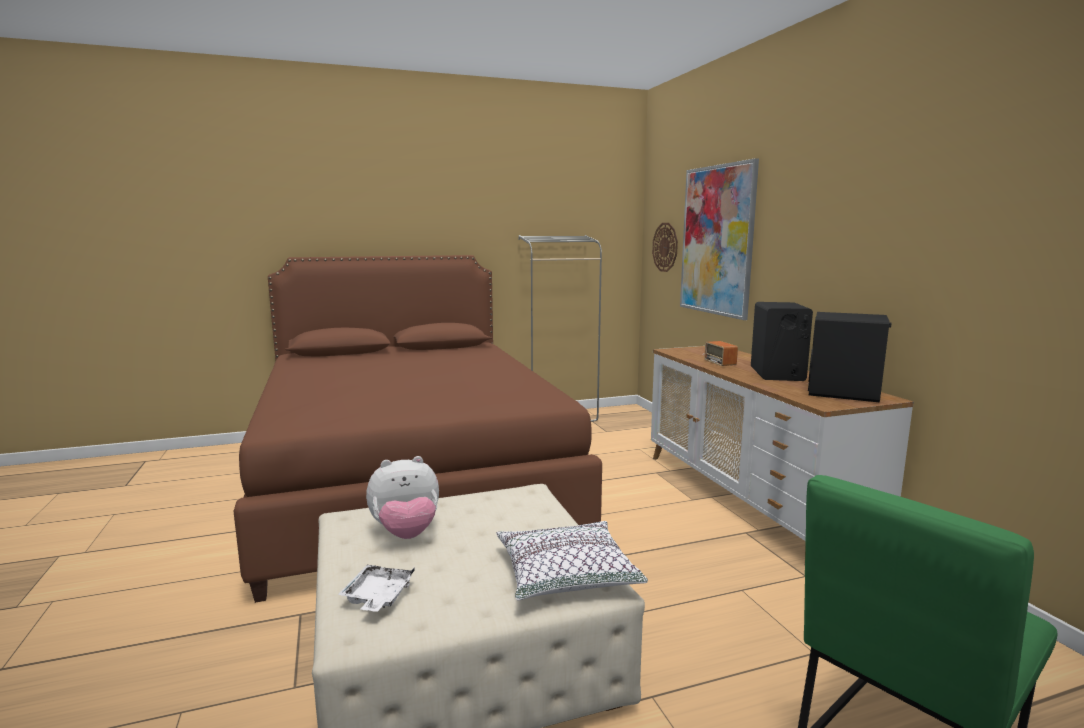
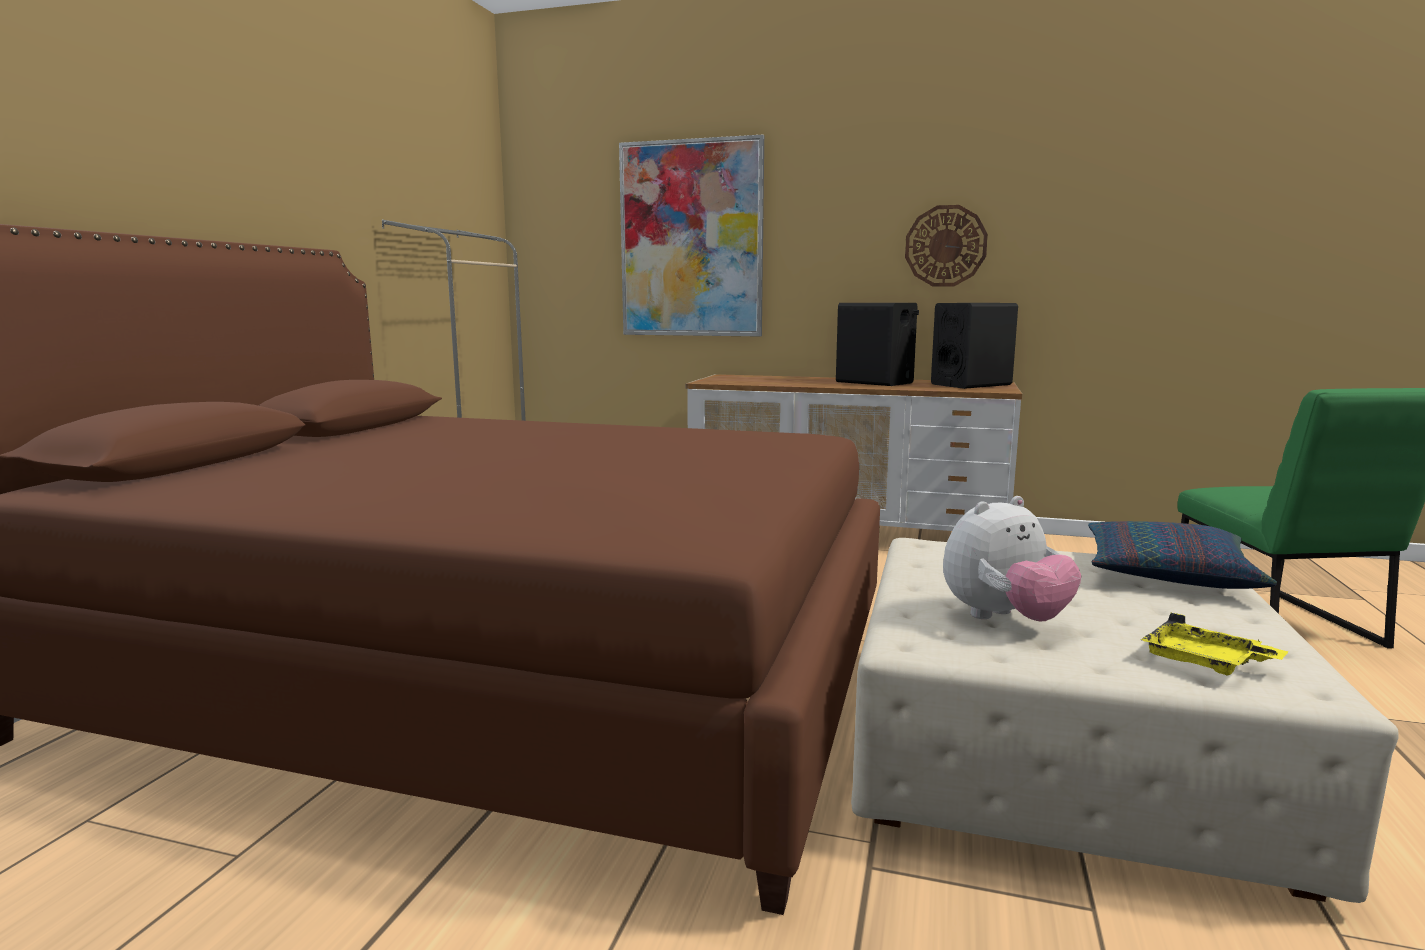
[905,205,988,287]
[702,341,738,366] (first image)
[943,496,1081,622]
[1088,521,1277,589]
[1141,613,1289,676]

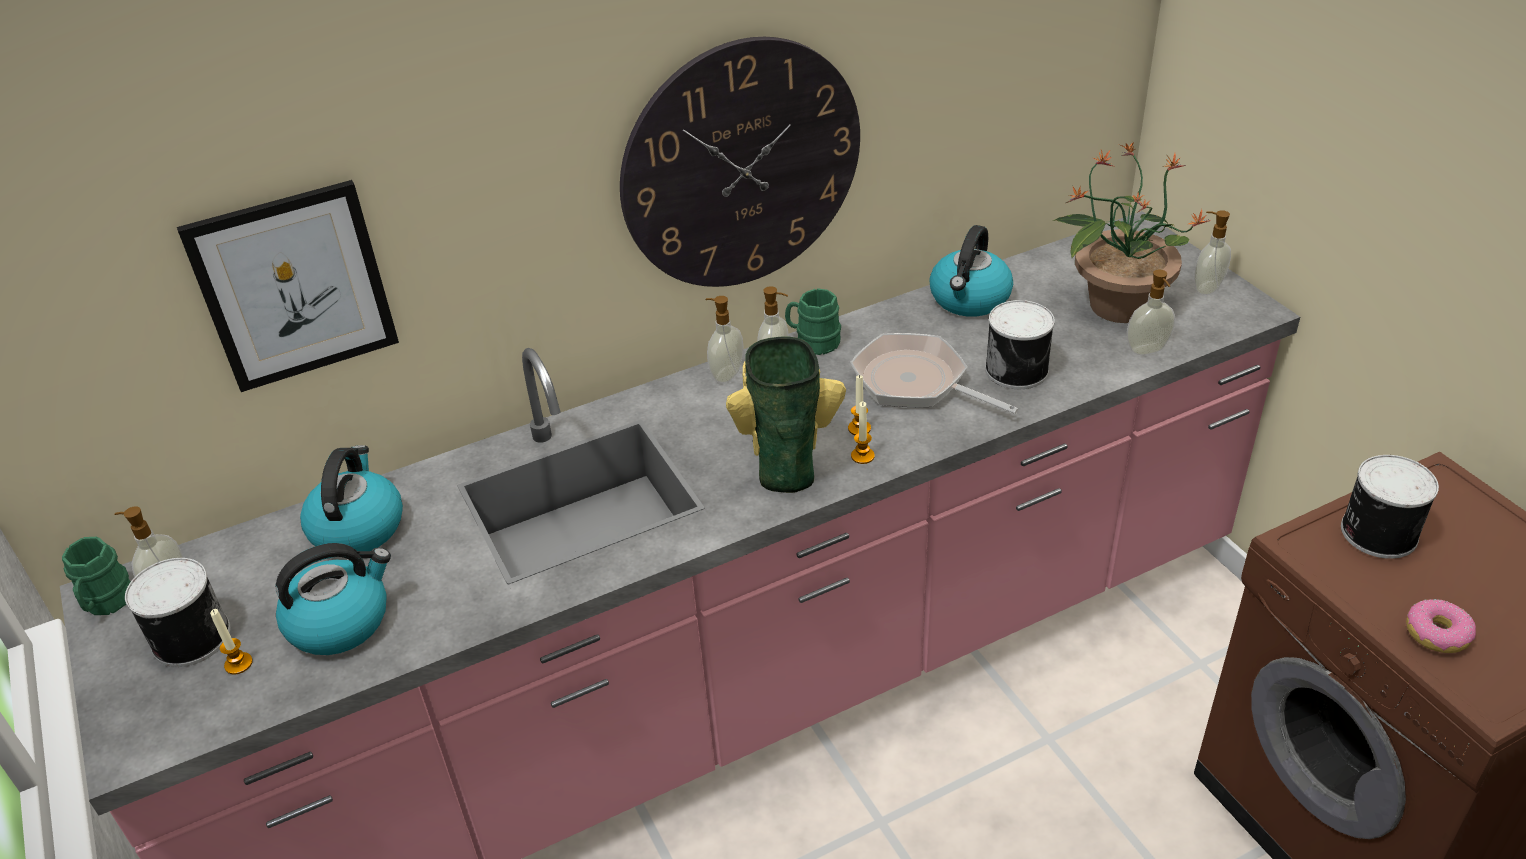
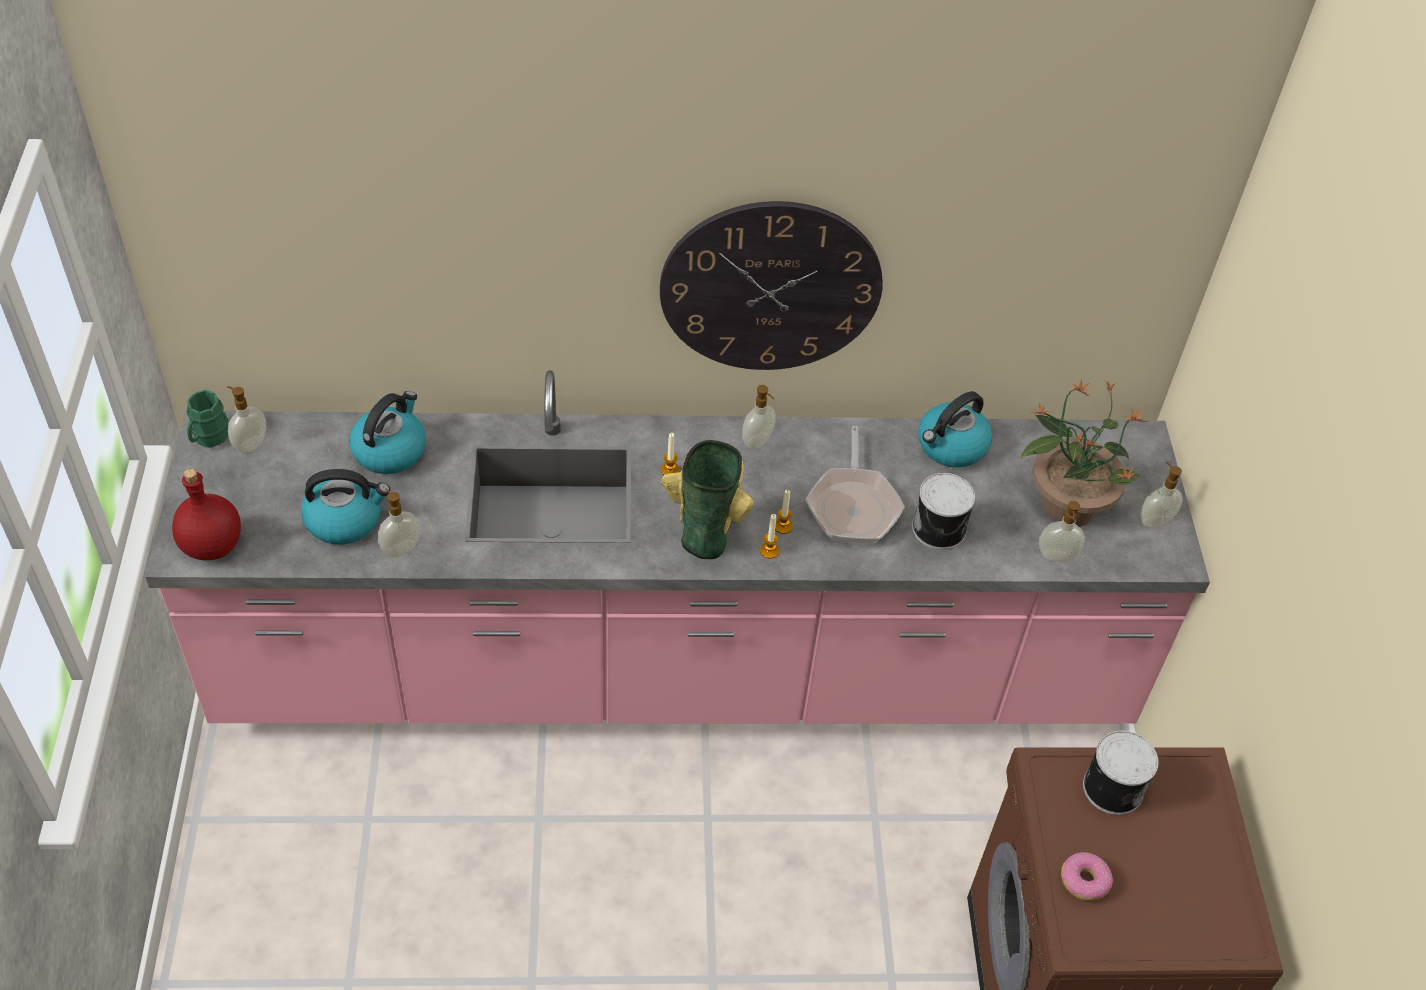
[177,180,399,392] (first image)
[785,288,841,355] (first image)
[378,488,421,557]
[805,426,905,543]
[125,558,230,667] (first image)
[661,433,680,475]
[172,468,241,560]

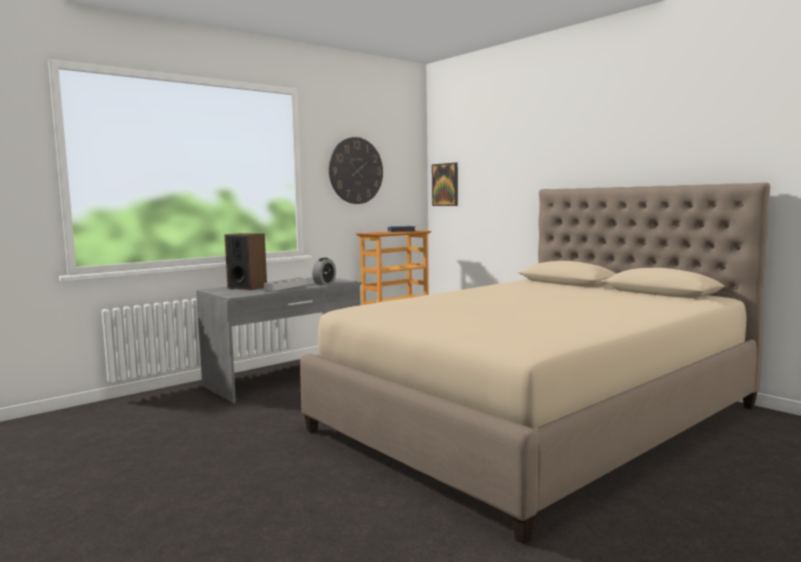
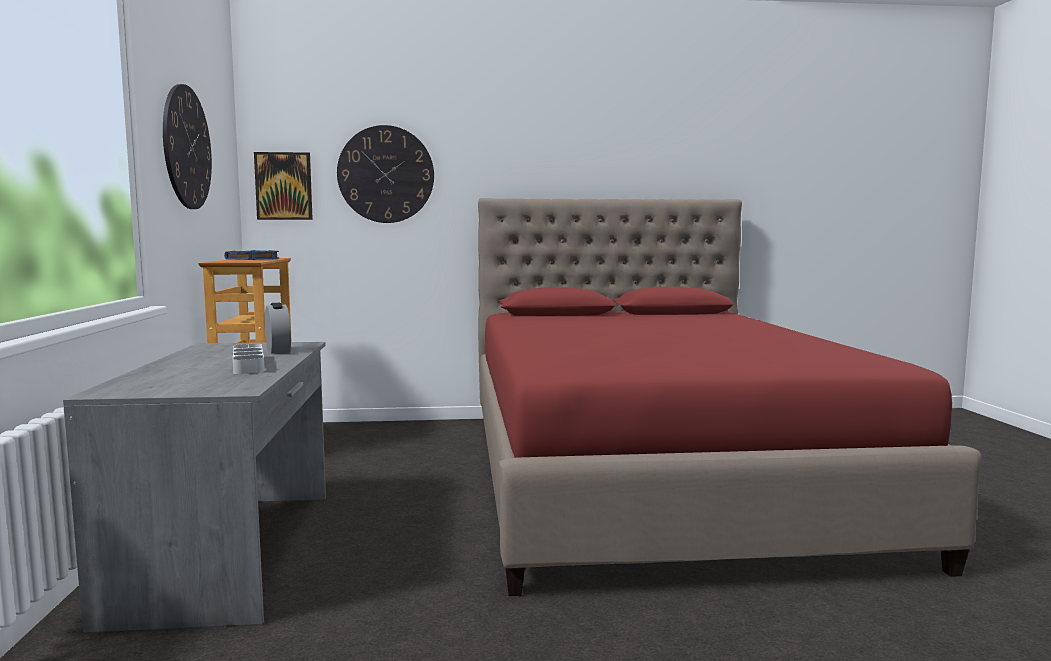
[478,198,982,596]
[225,233,267,290] (first image)
[337,125,434,223]

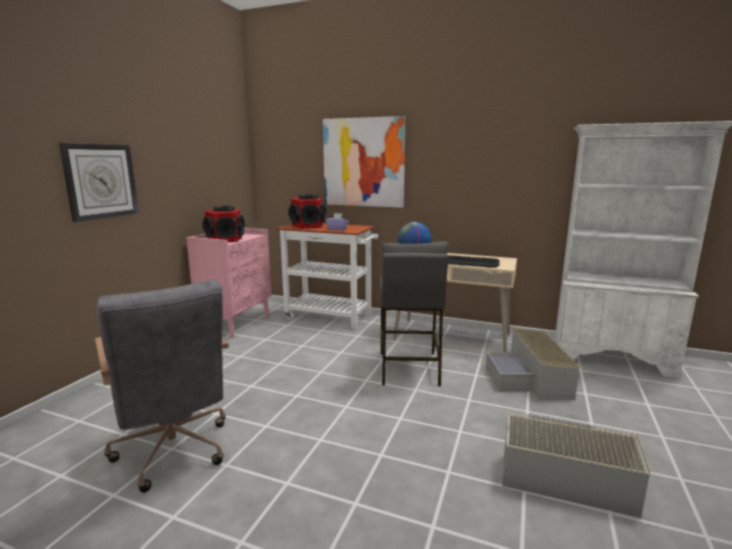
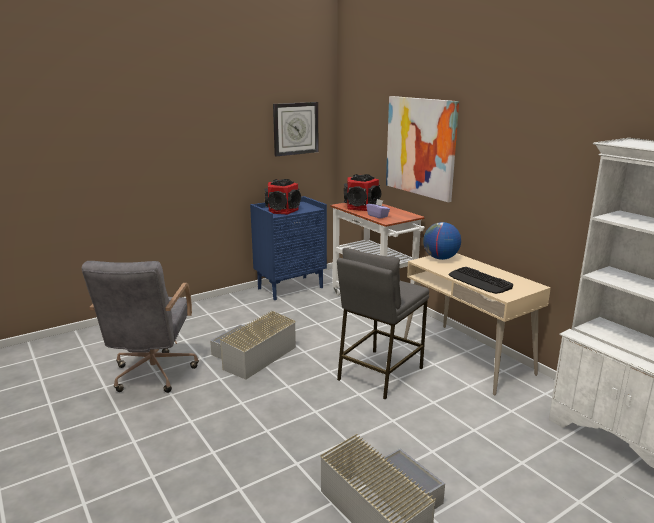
[273,102,318,157]
[250,196,327,300]
[210,310,296,380]

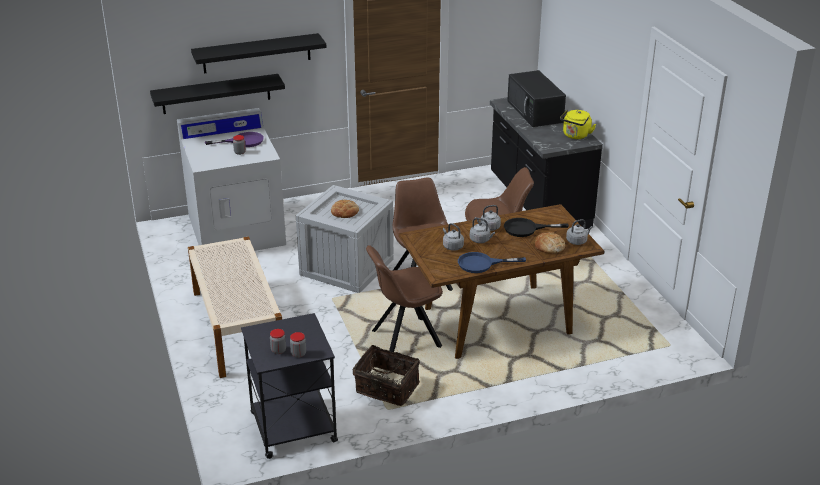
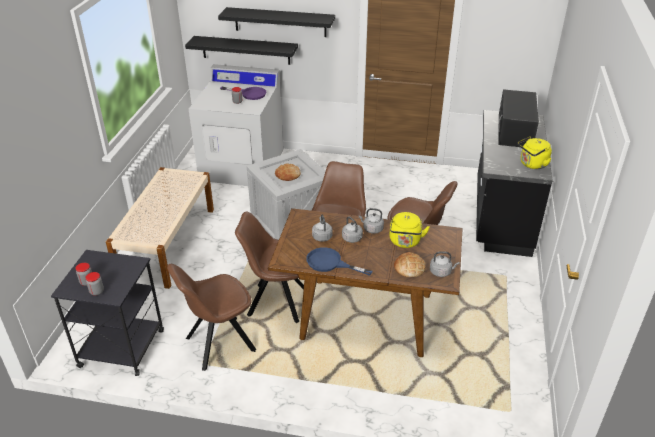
[389,212,430,248]
[167,264,256,371]

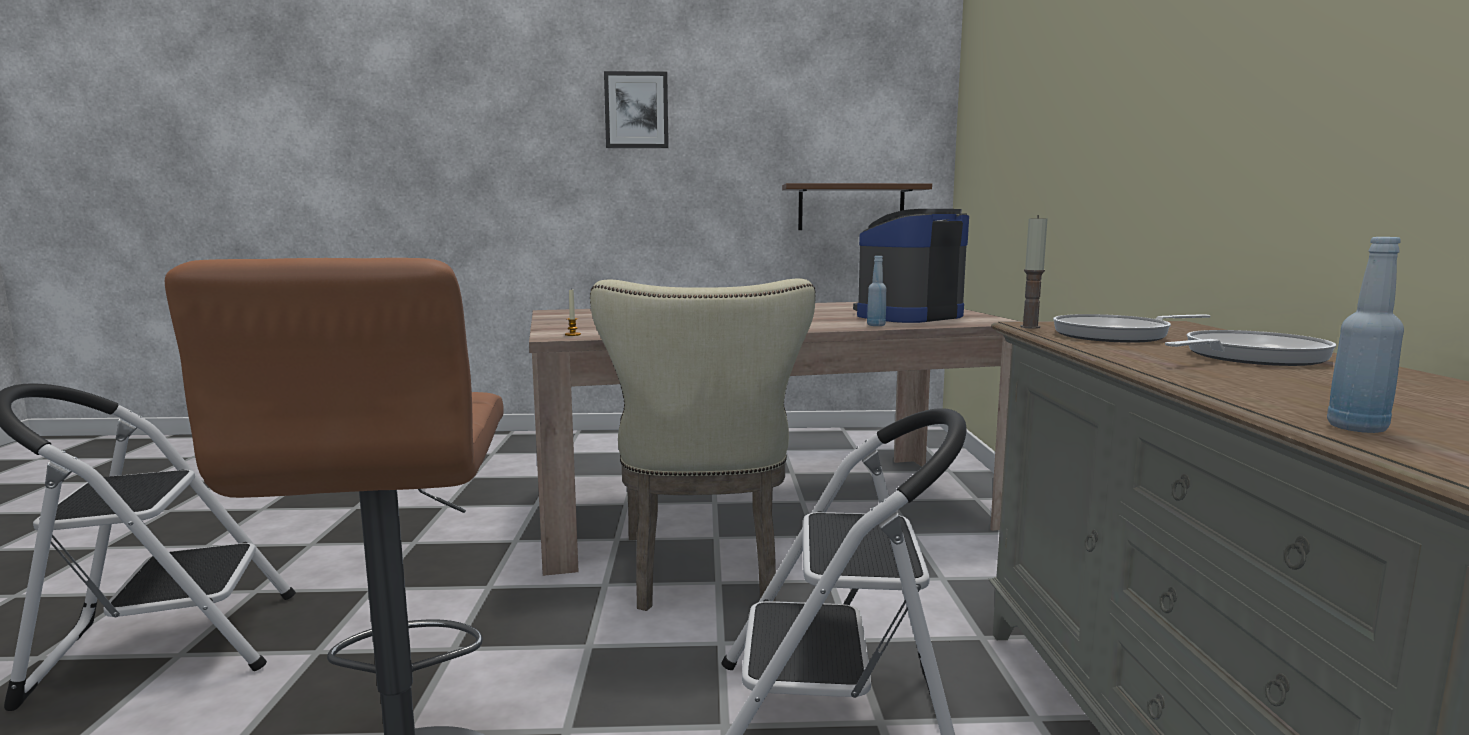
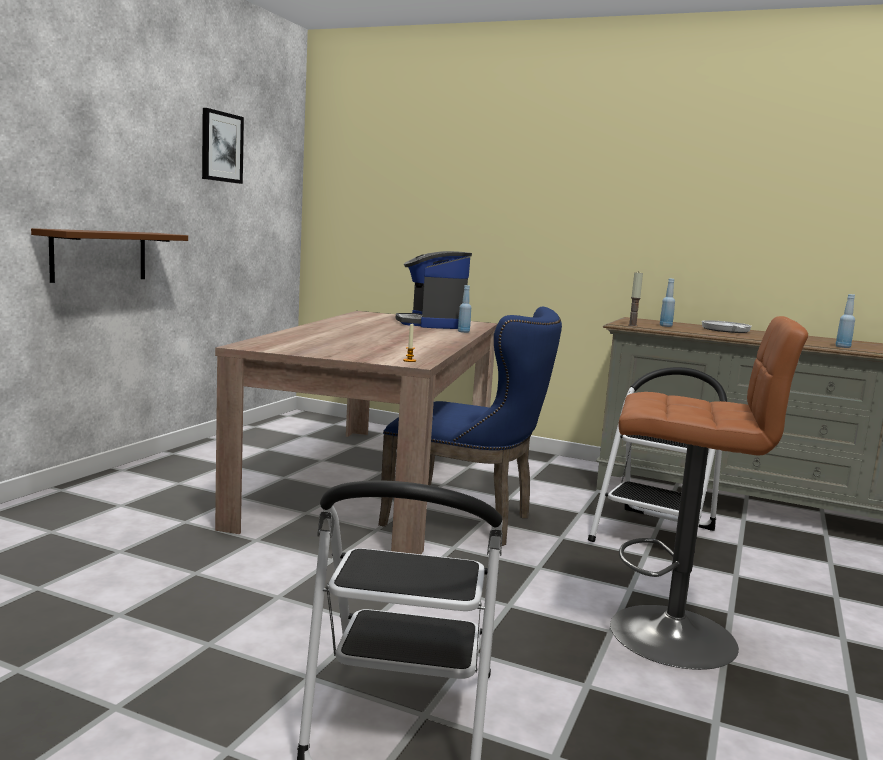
[202,108,244,184]
[31,228,188,283]
[378,307,562,546]
[660,279,675,327]

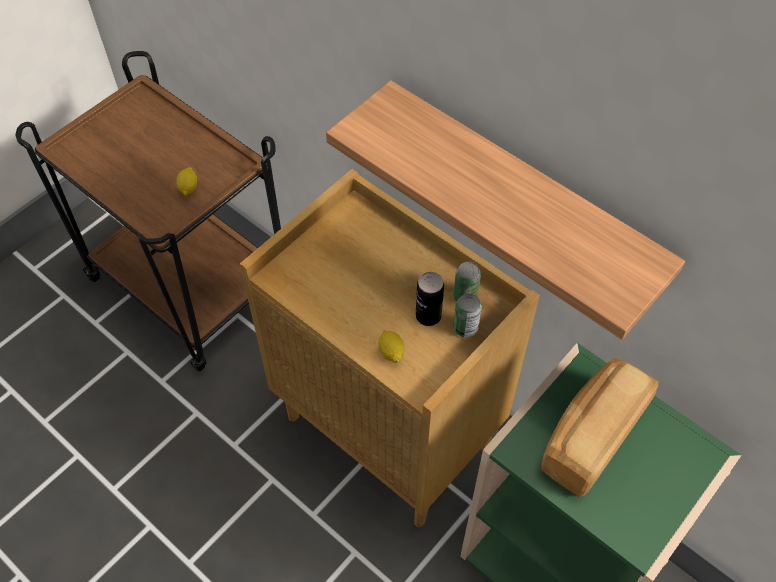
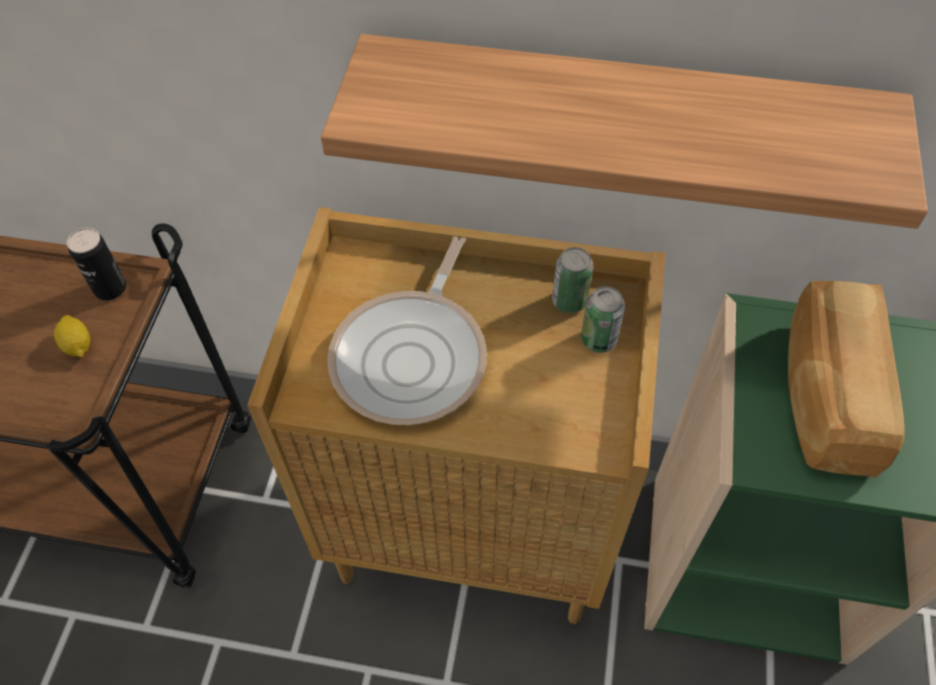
[67,228,126,300]
[378,330,405,363] (first image)
[327,236,487,425]

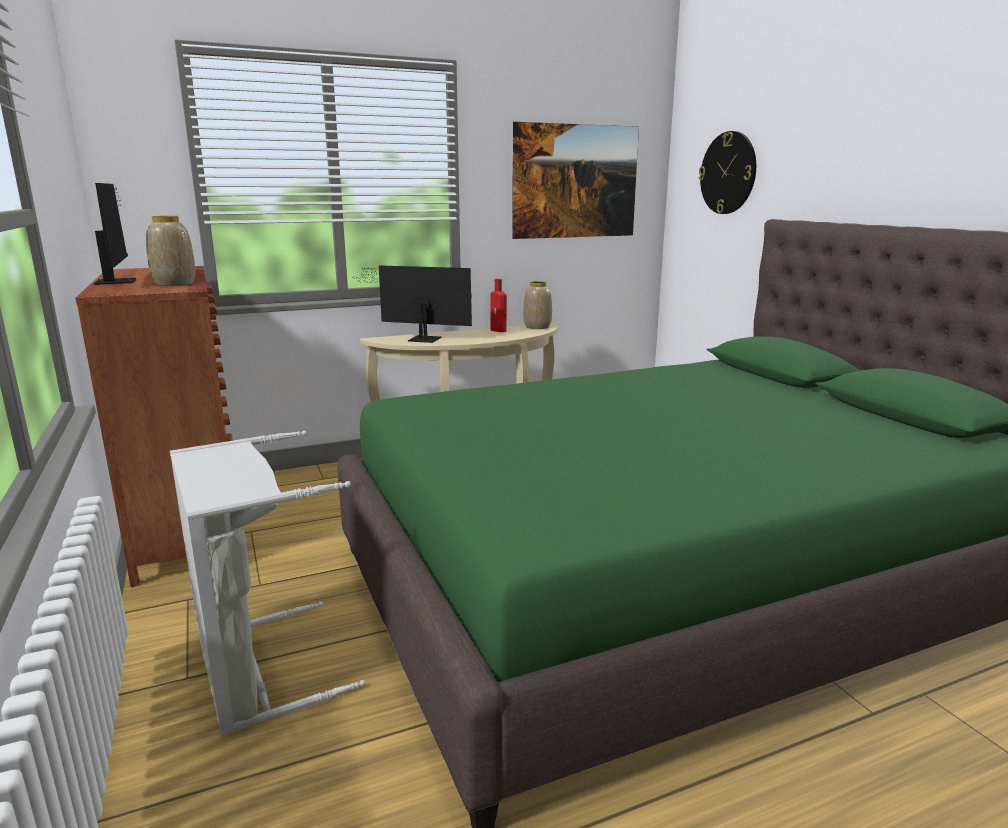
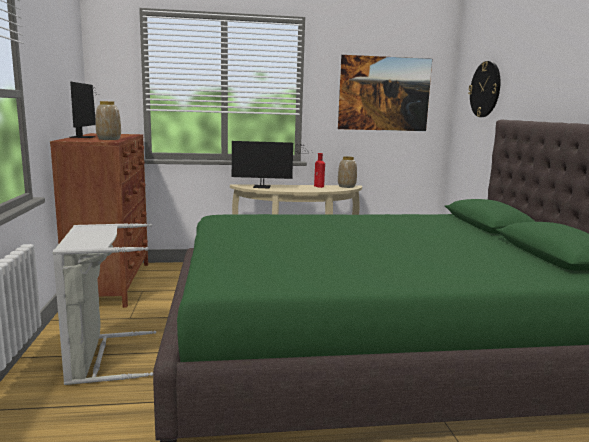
[232,141,310,188]

